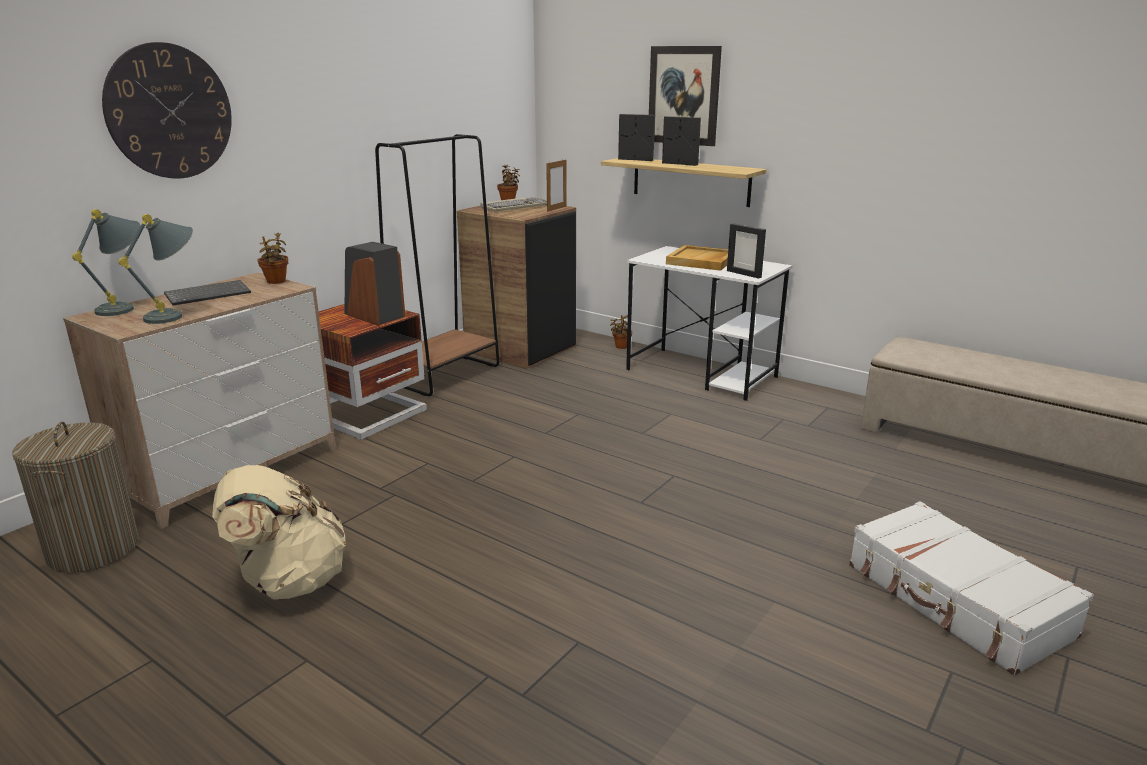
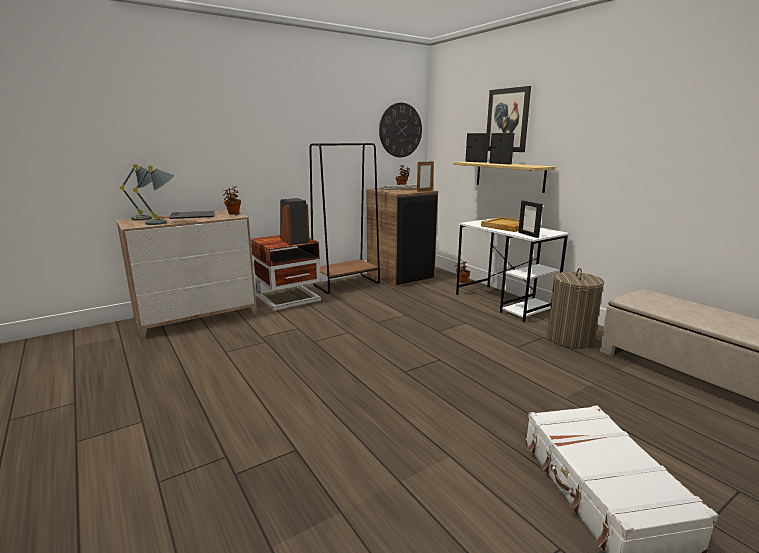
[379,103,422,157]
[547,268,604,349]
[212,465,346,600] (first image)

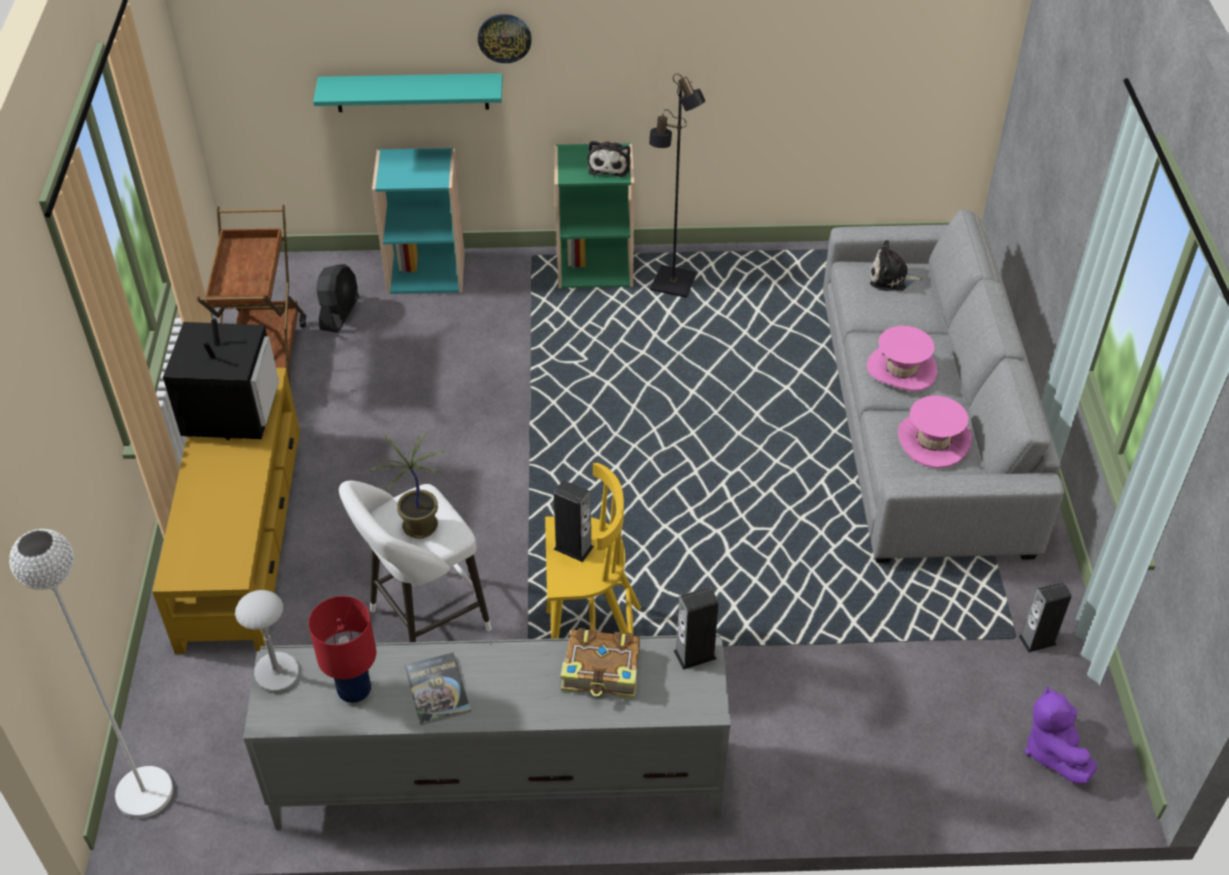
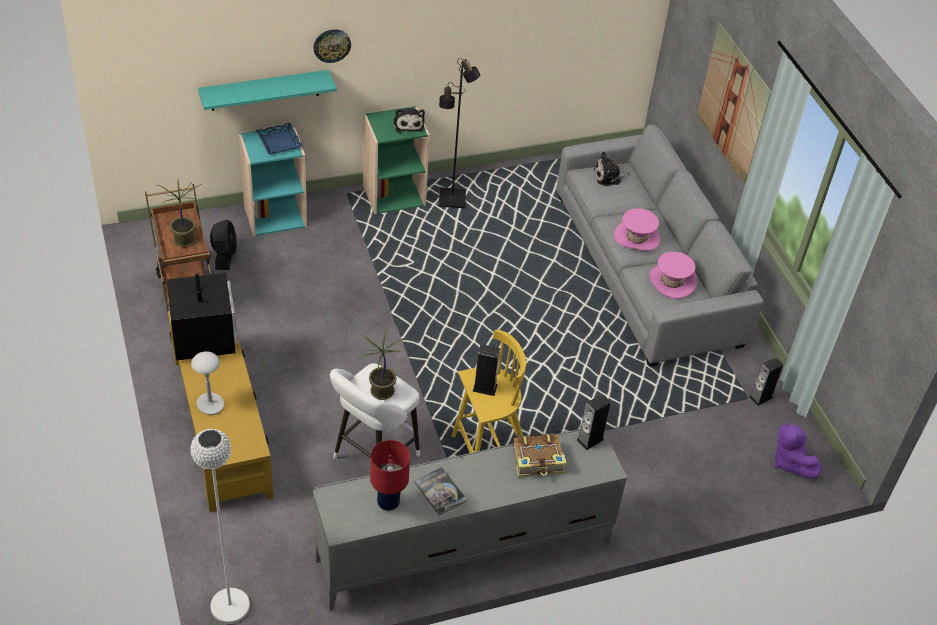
[191,352,224,415]
[697,23,771,185]
[256,123,303,154]
[157,178,202,247]

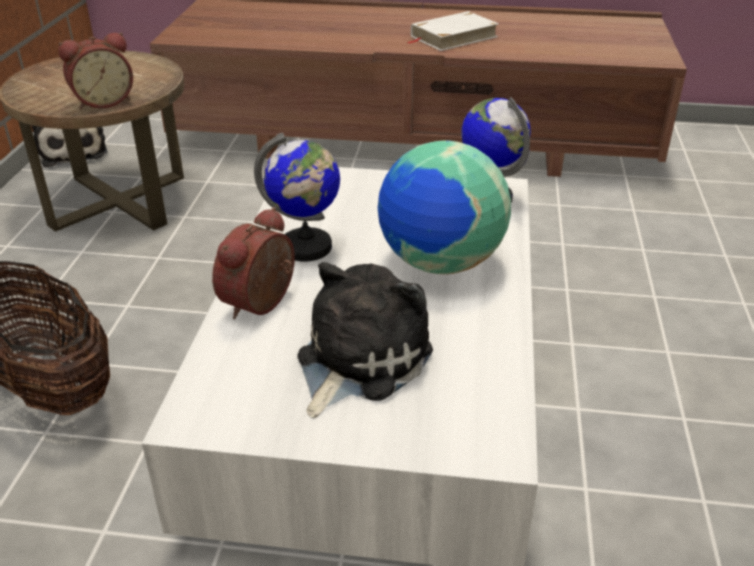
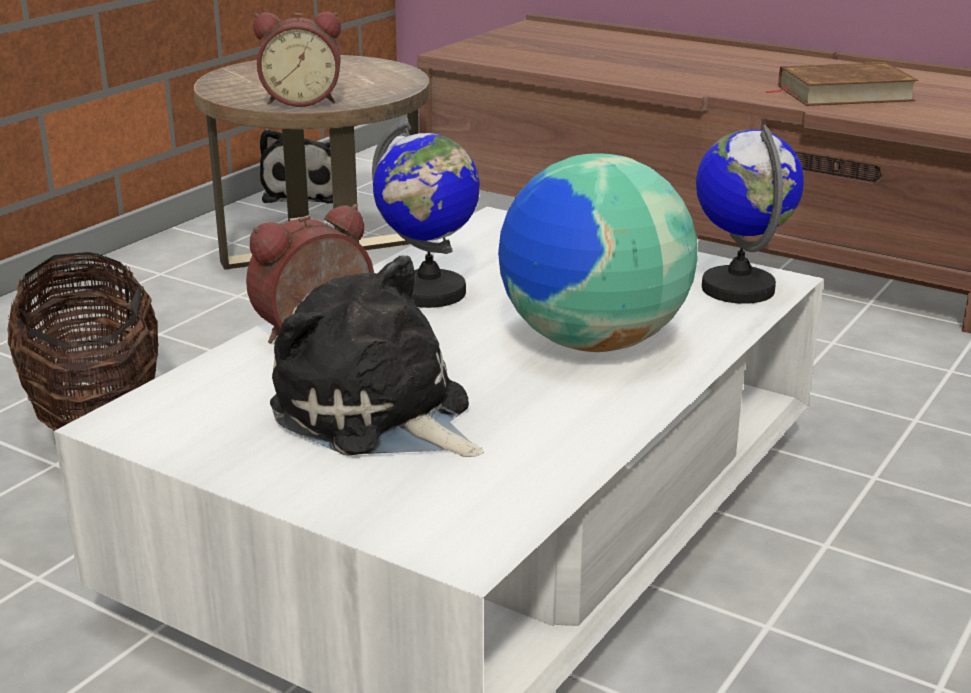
[765,62,919,106]
[270,255,484,457]

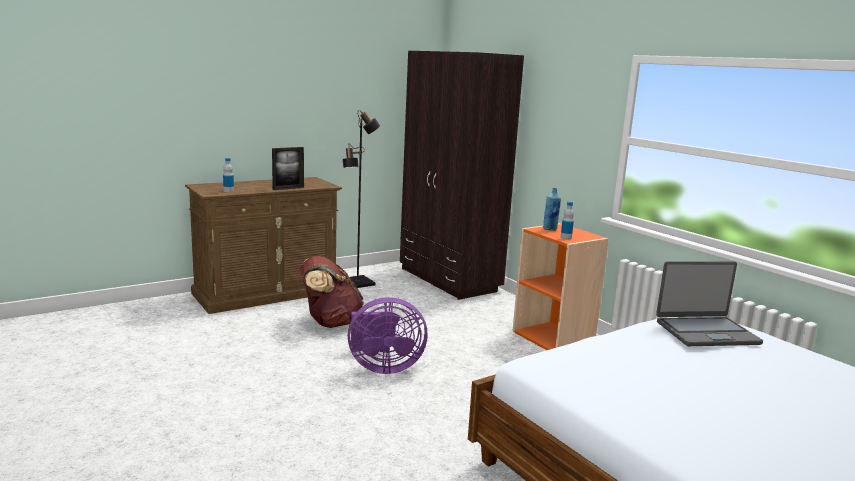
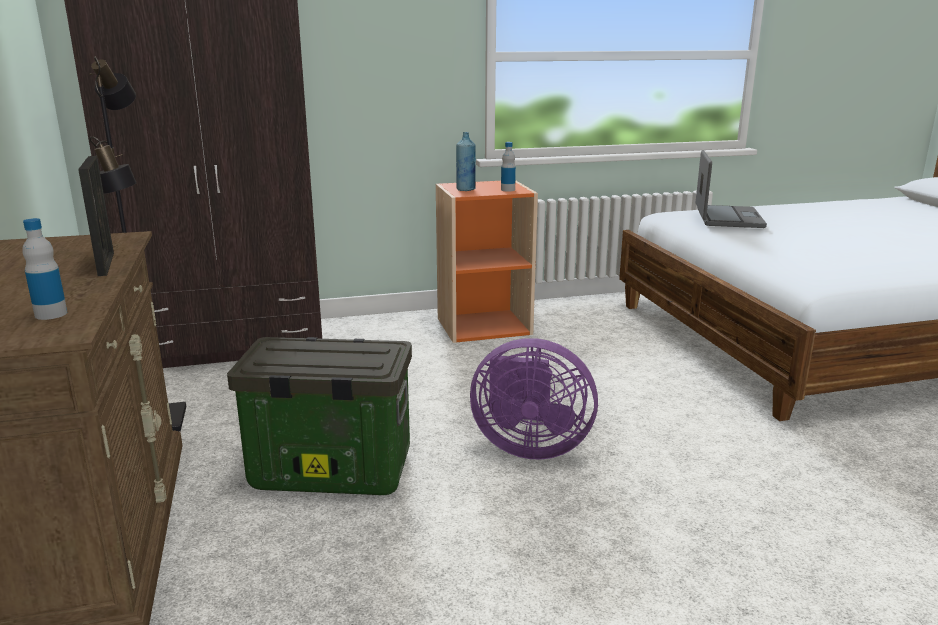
[227,337,412,495]
[470,338,598,460]

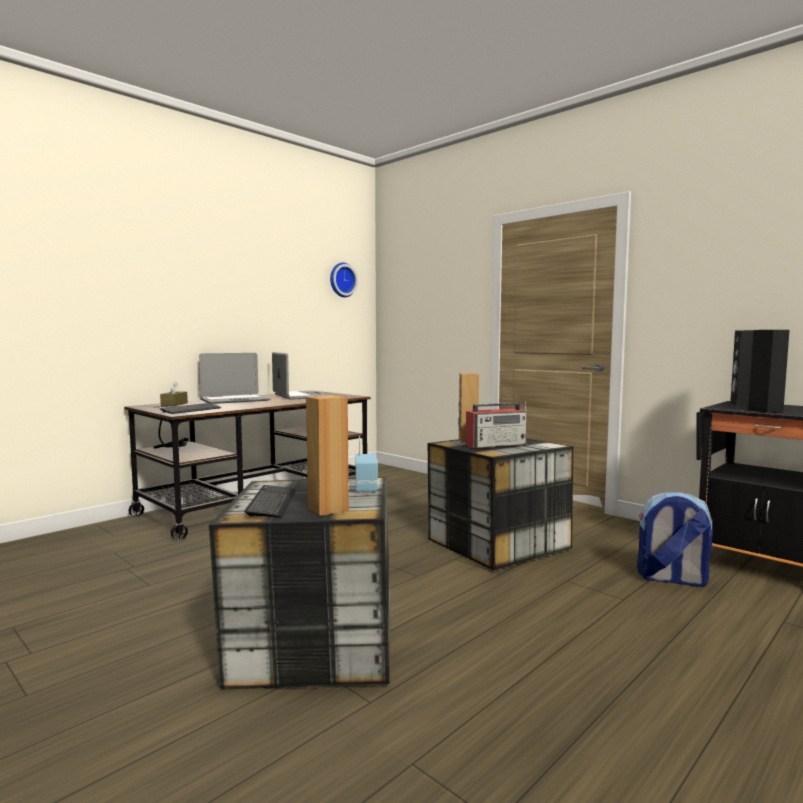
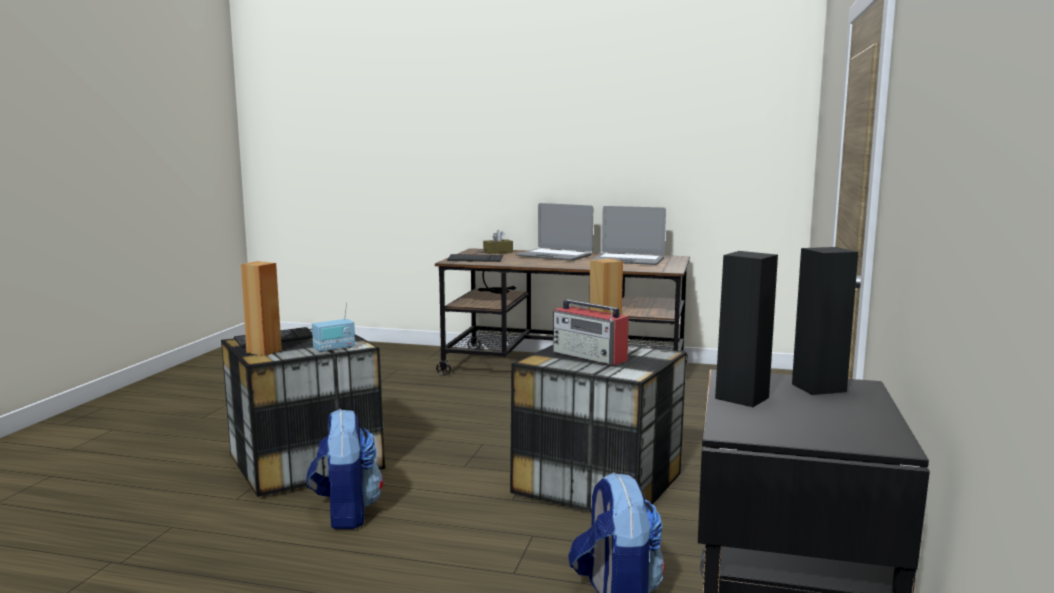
[330,263,358,297] (first image)
[591,206,666,265]
[307,408,383,529]

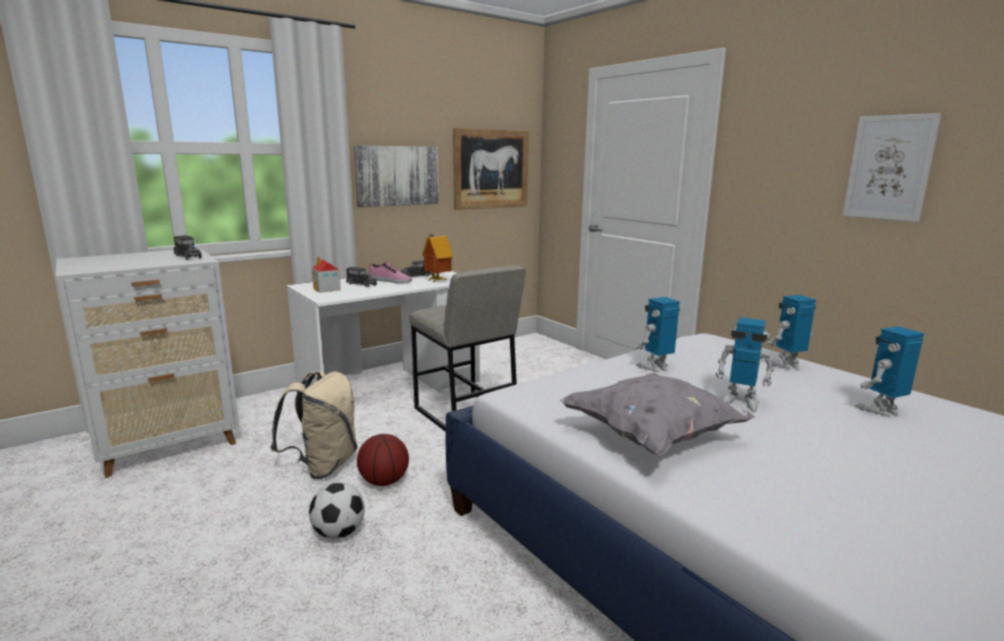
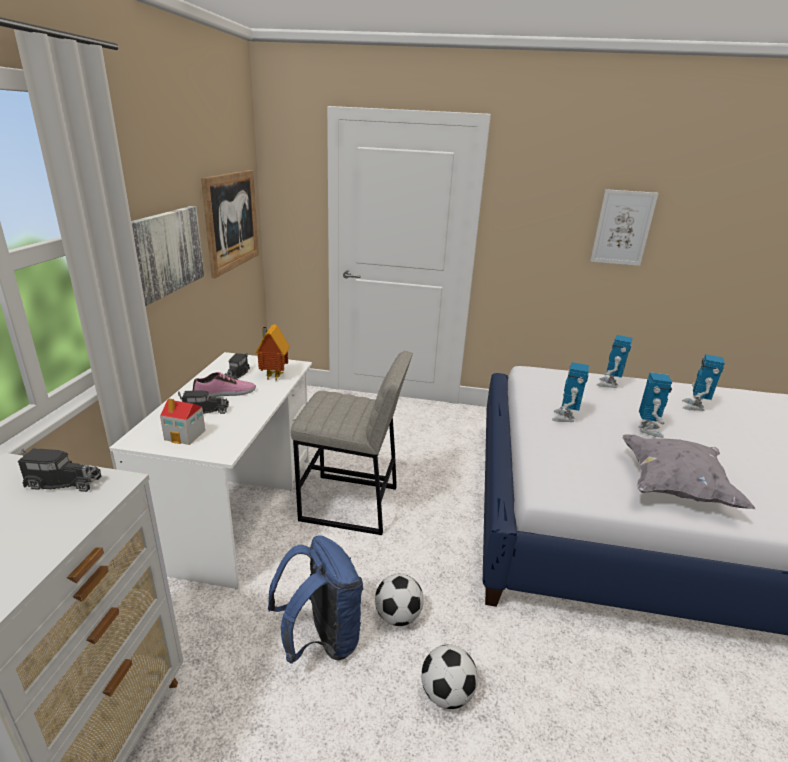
[638,372,672,438]
[268,535,363,664]
[375,574,424,626]

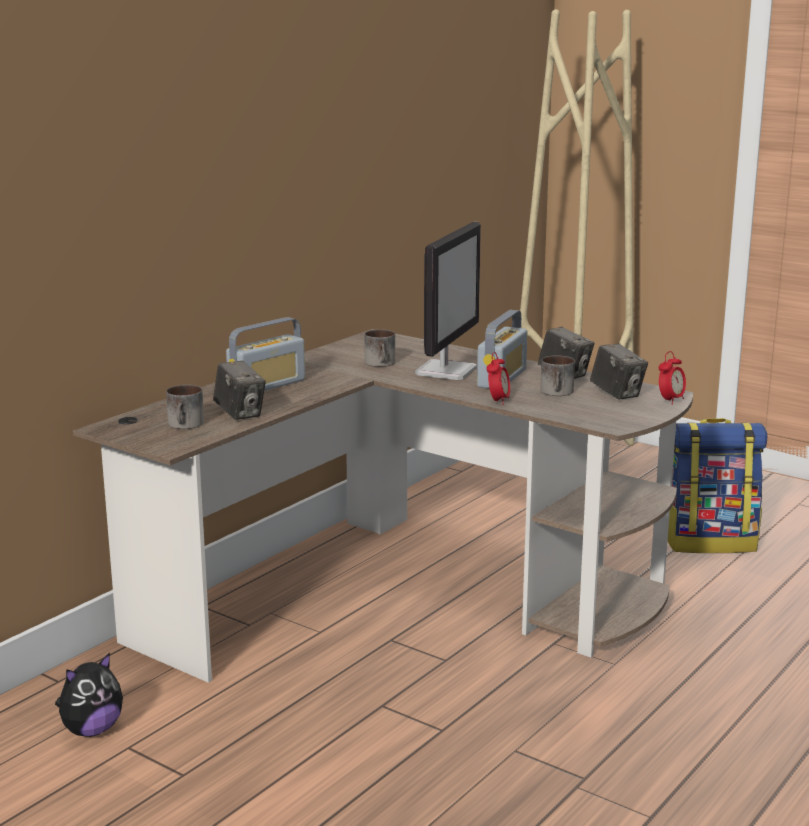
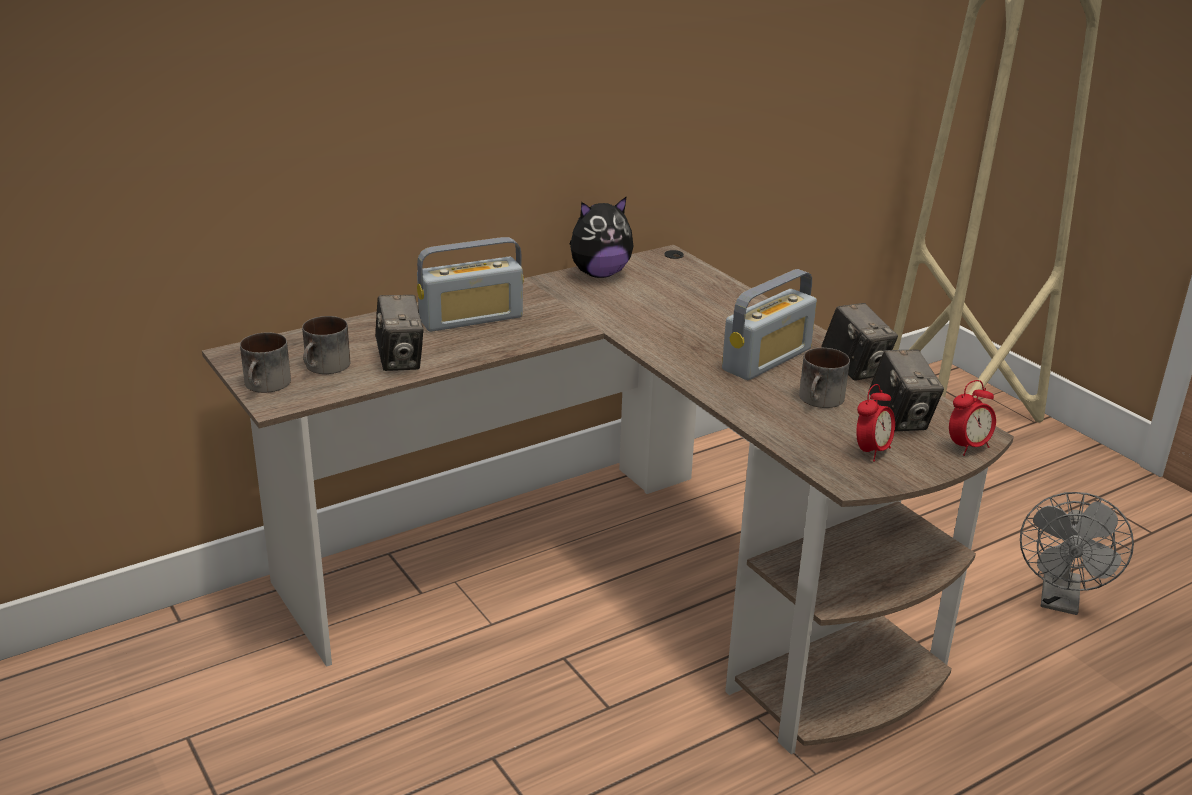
[415,222,481,380] (first image)
[240,332,291,393]
[856,384,895,462]
[1020,492,1134,615]
[570,196,633,278]

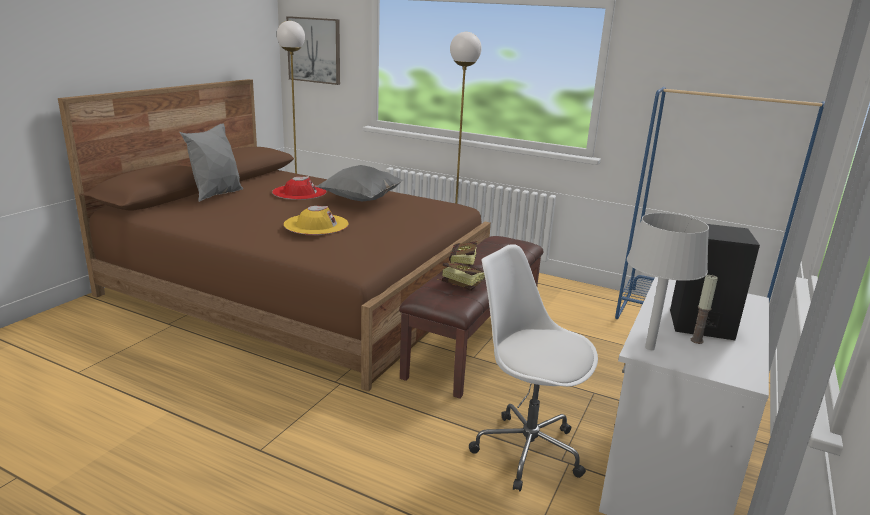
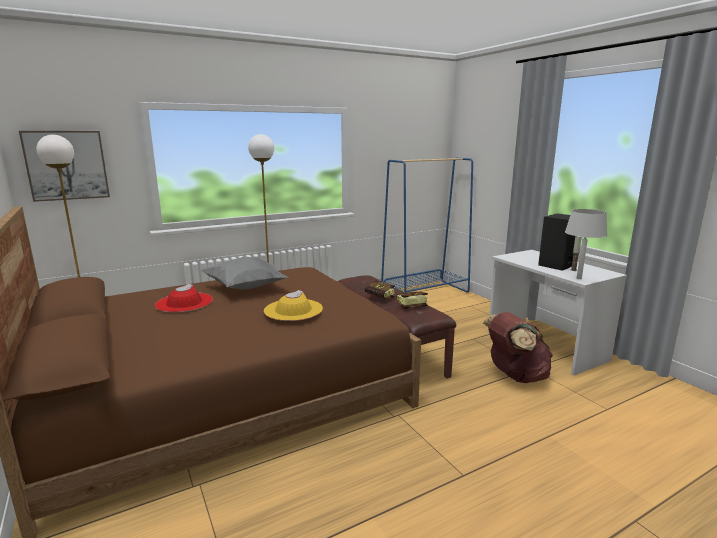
[180,124,243,202] (first image)
[483,312,553,383]

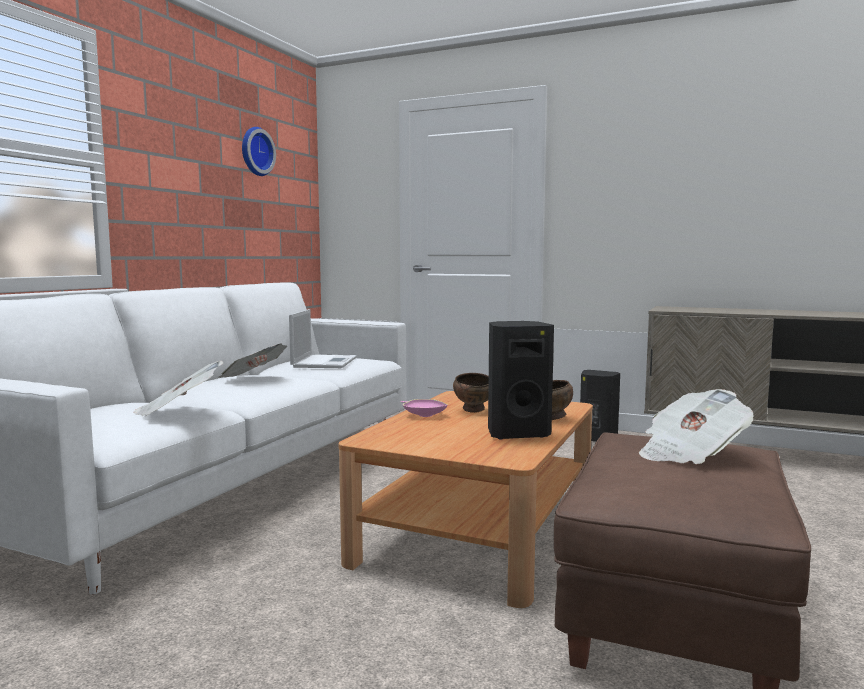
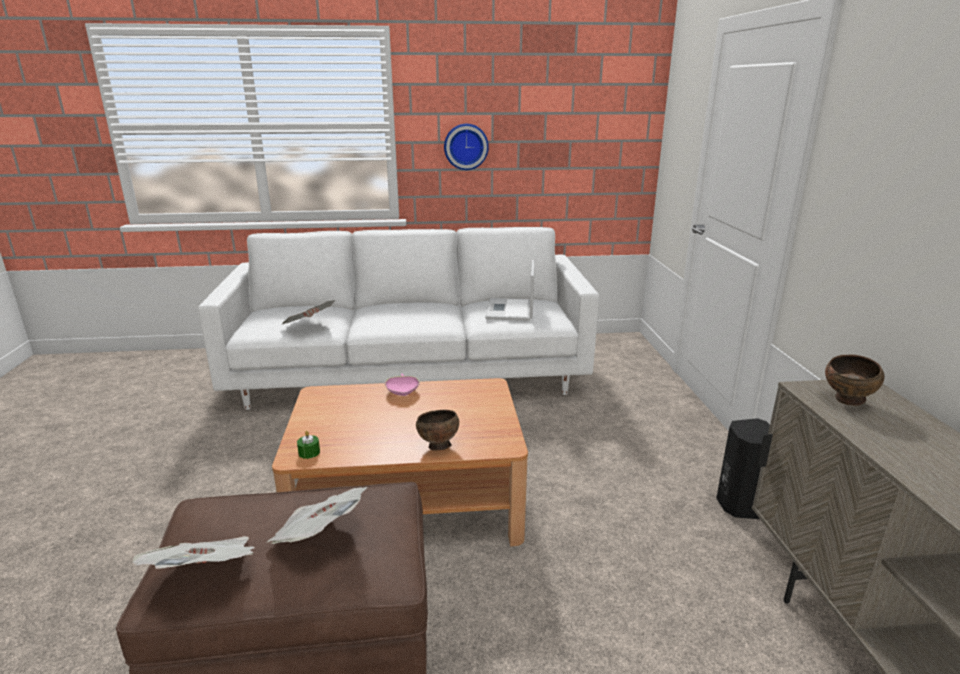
[444,124,489,170]
[485,260,535,321]
[488,321,554,440] (first image)
[133,536,255,569]
[825,354,884,406]
[297,431,320,459]

